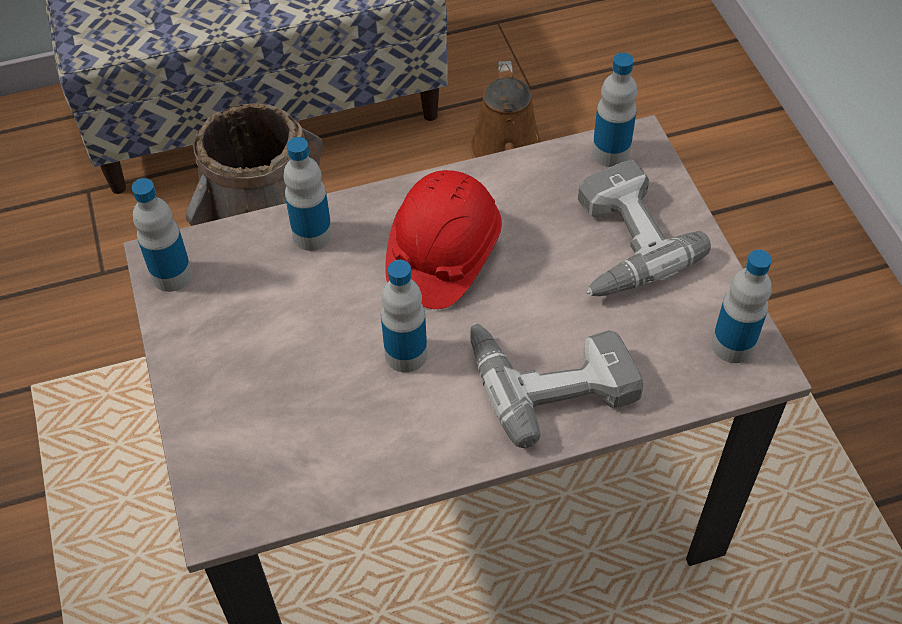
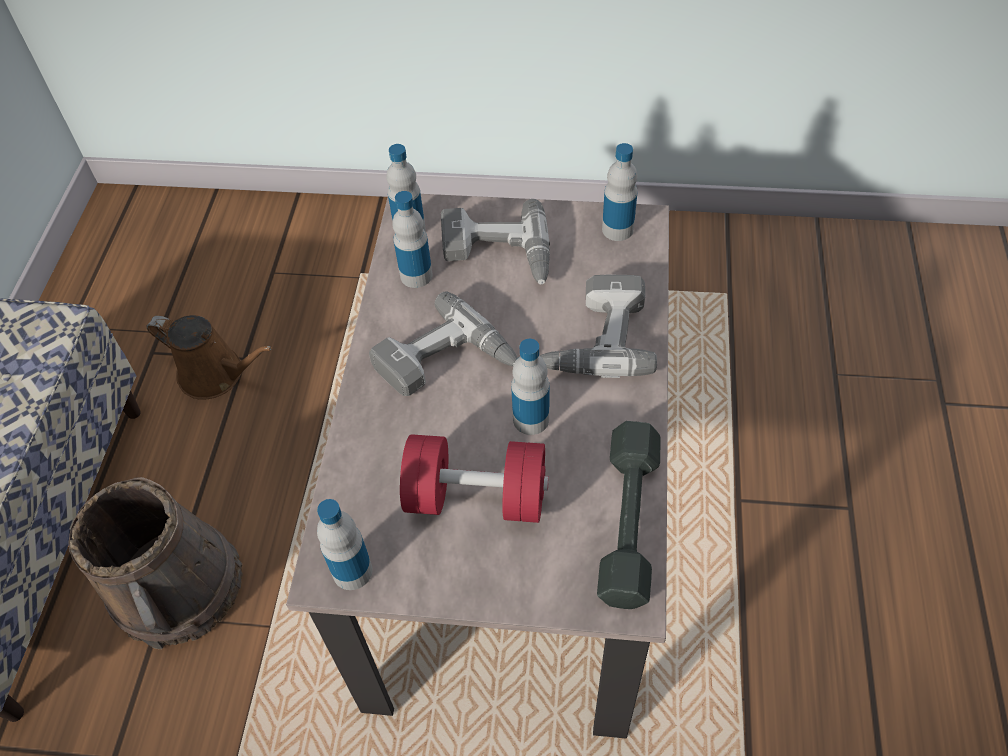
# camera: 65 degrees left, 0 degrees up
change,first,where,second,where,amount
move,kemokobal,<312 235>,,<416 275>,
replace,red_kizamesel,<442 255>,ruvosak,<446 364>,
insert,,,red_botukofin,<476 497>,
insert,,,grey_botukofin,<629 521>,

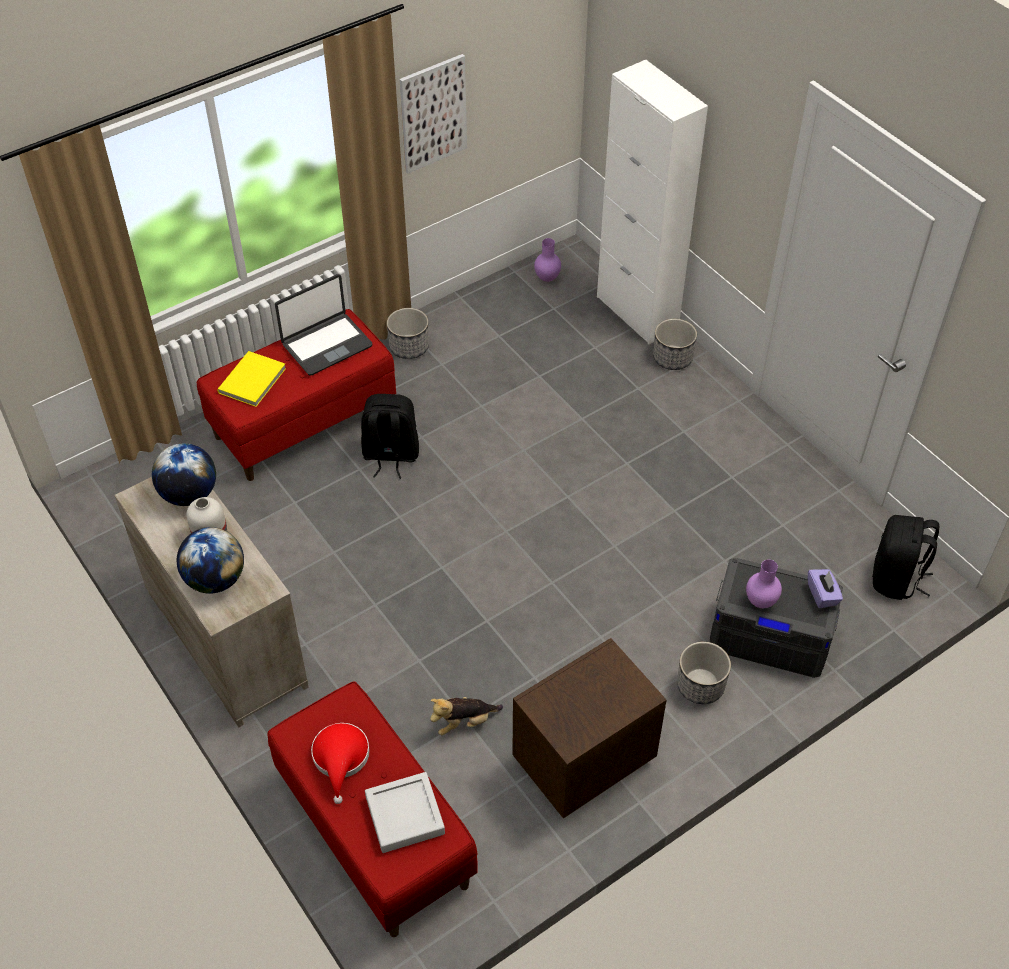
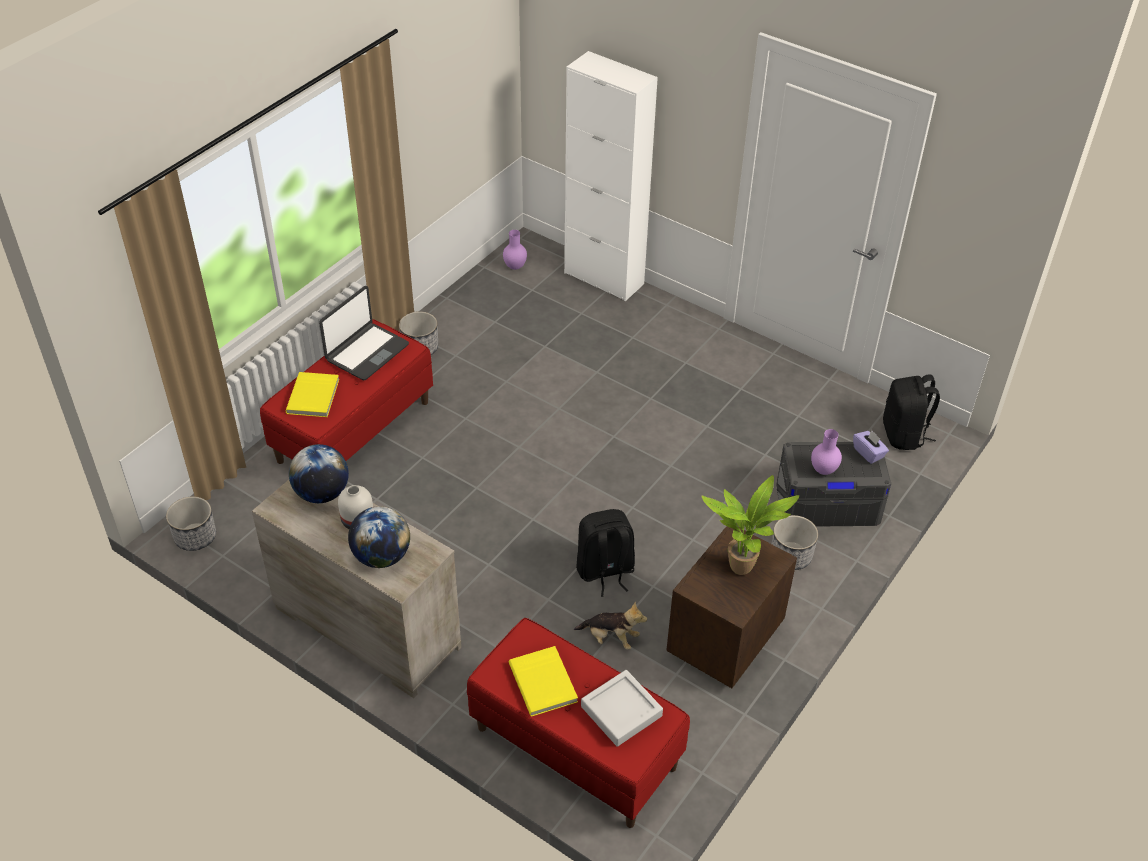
# camera: 20 degrees left, 5 degrees down
change,first,where,second,where,amount
replace,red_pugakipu,<341 759>,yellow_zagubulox,<544 682>,
move,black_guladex,<390 455>,,<605 571>,
delete,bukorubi,<433 113>,,,
rotate,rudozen,<464 722>,,<610 638>,120 degrees counterclockwise
move,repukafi,<672 358>,,<195 537>,
insert,,,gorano,<742 571>,

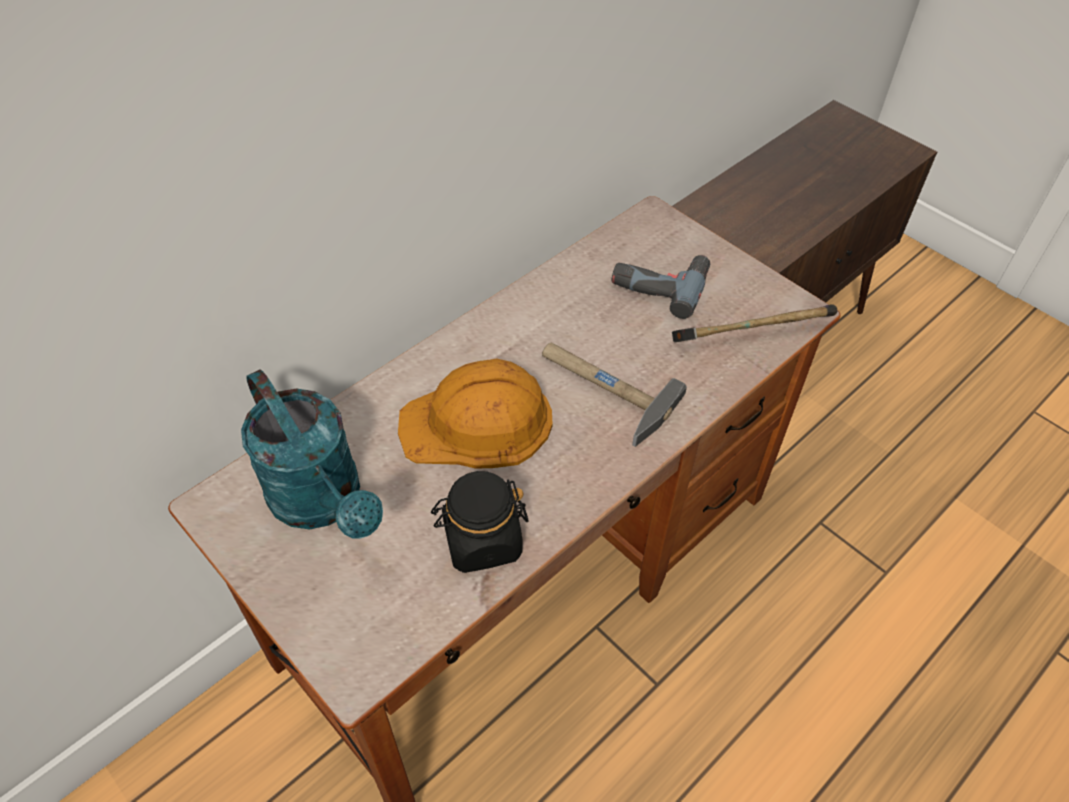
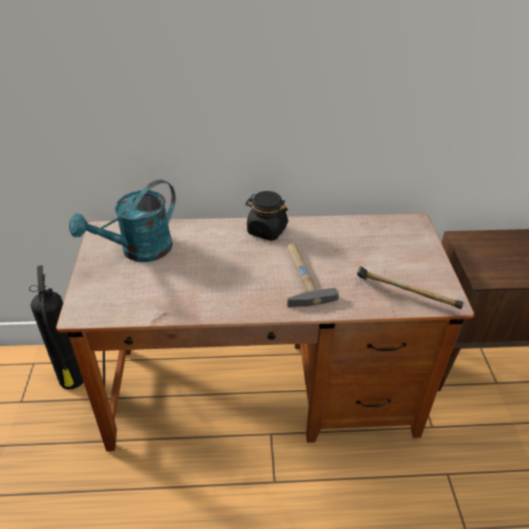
# camera: 40 degrees right, 10 degrees down
change,first,where,second,where,amount
rotate,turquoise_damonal,<323 502>,,<138 251>,45 degrees clockwise
delete,orange_kizamesel,<478 423>,,,
move,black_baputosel,<482 541>,,<266 230>,
delete,ruvosak,<660 283>,,,
insert,,,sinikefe,<72 380>,

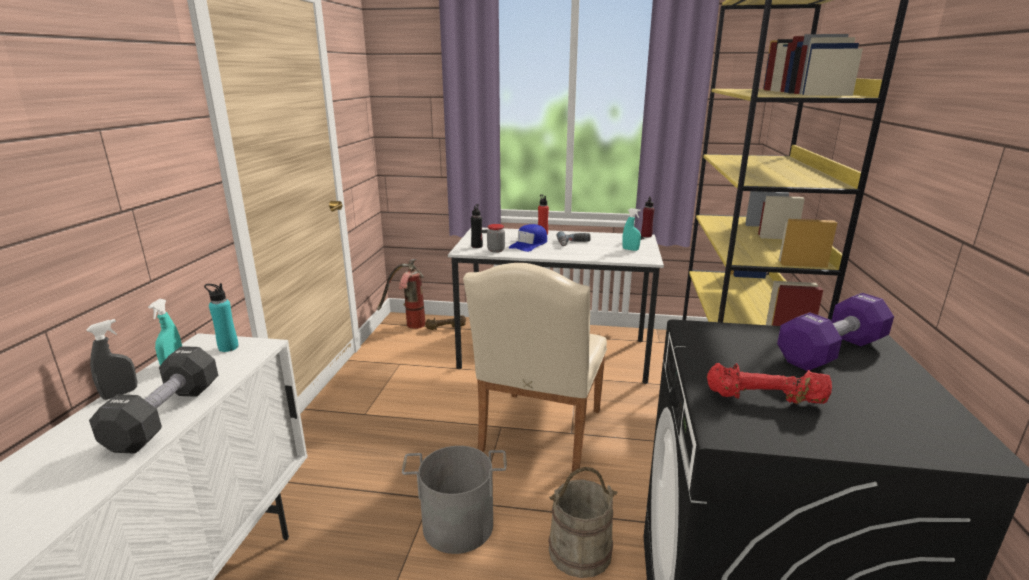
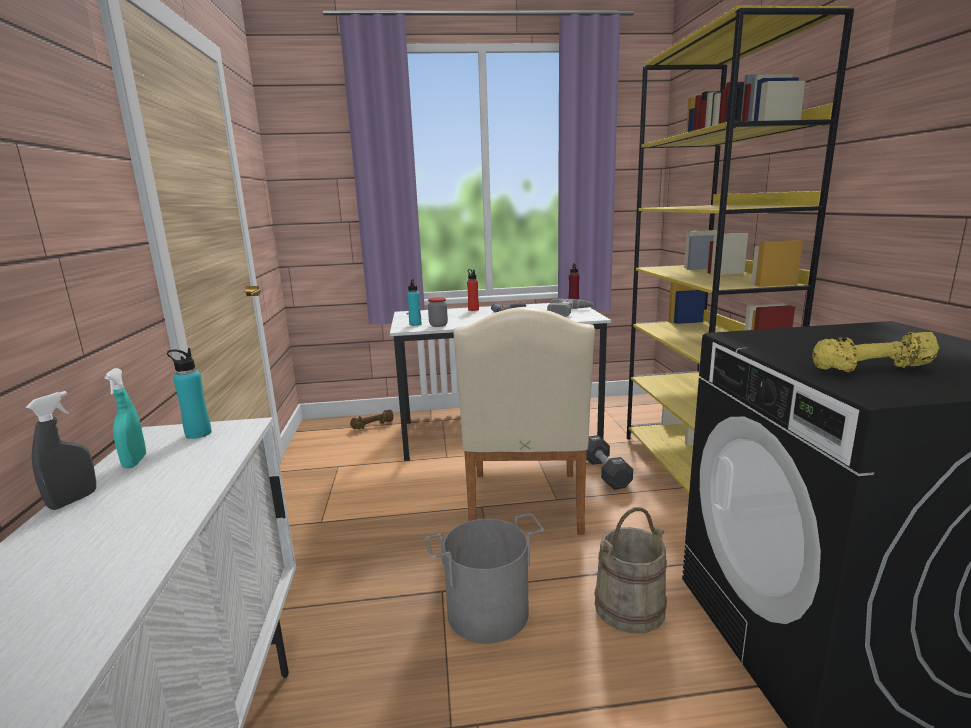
# camera: 15 degrees left, 5 degrees down
change,first,where,second,where,amount
move,black_botukofin,<165 416>,,<605 473>,
delete,sinikefe,<408 325>,,,
recolor,black_kemokobal,<477 246>,turquoise_kemokobal,<415 324>,
delete,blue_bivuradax,<529 244>,,,
replace,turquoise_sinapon,<630 249>,ruvosak,<569 312>,
recolor,red_botukofin,<765 400>,yellow_botukofin,<872 370>,
delete,purple_botukofin,<831 351>,,,

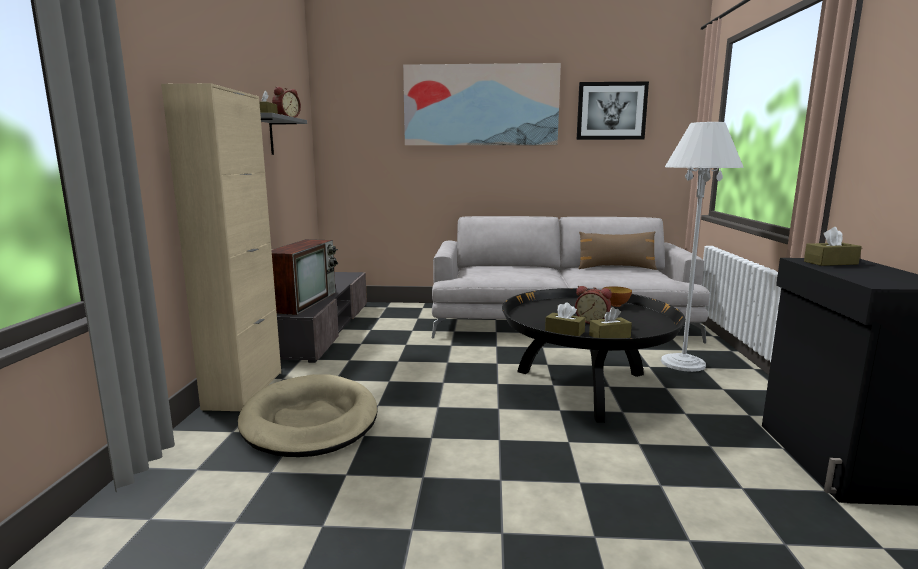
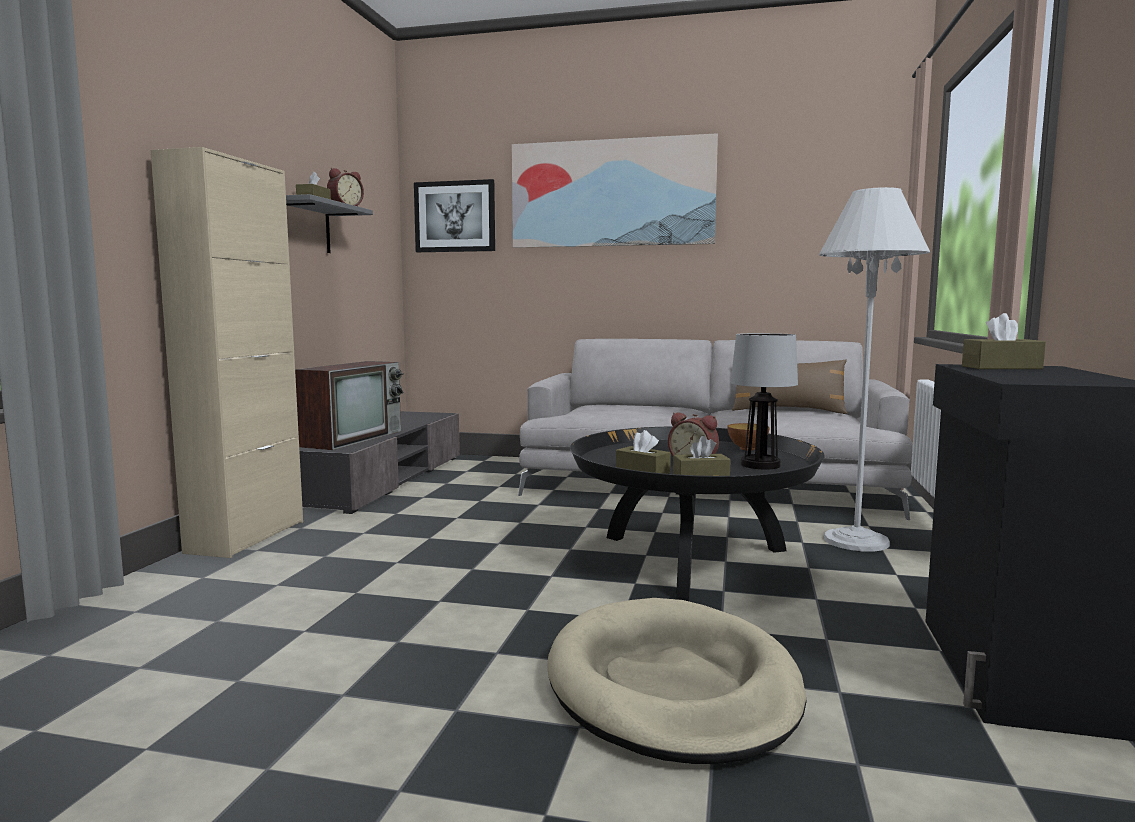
# camera: 10 degrees right, 5 degrees down
change,first,where,second,where,amount
move,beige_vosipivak,<310 421>,,<671 686>,
move,bukorubi,<611 111>,,<455 216>,
insert,,,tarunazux,<760 465>,

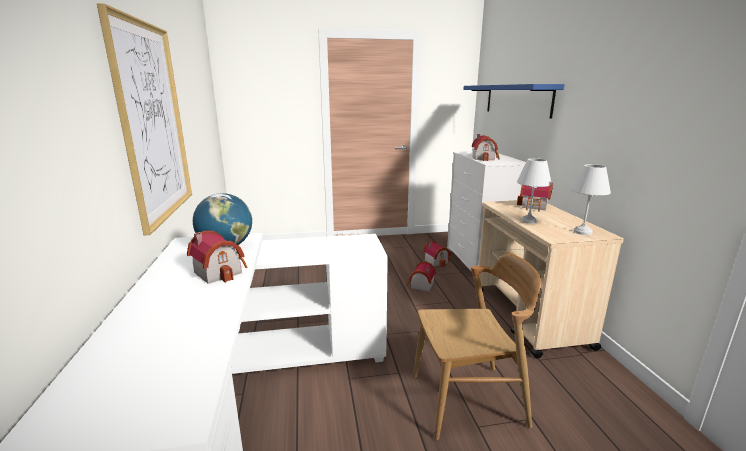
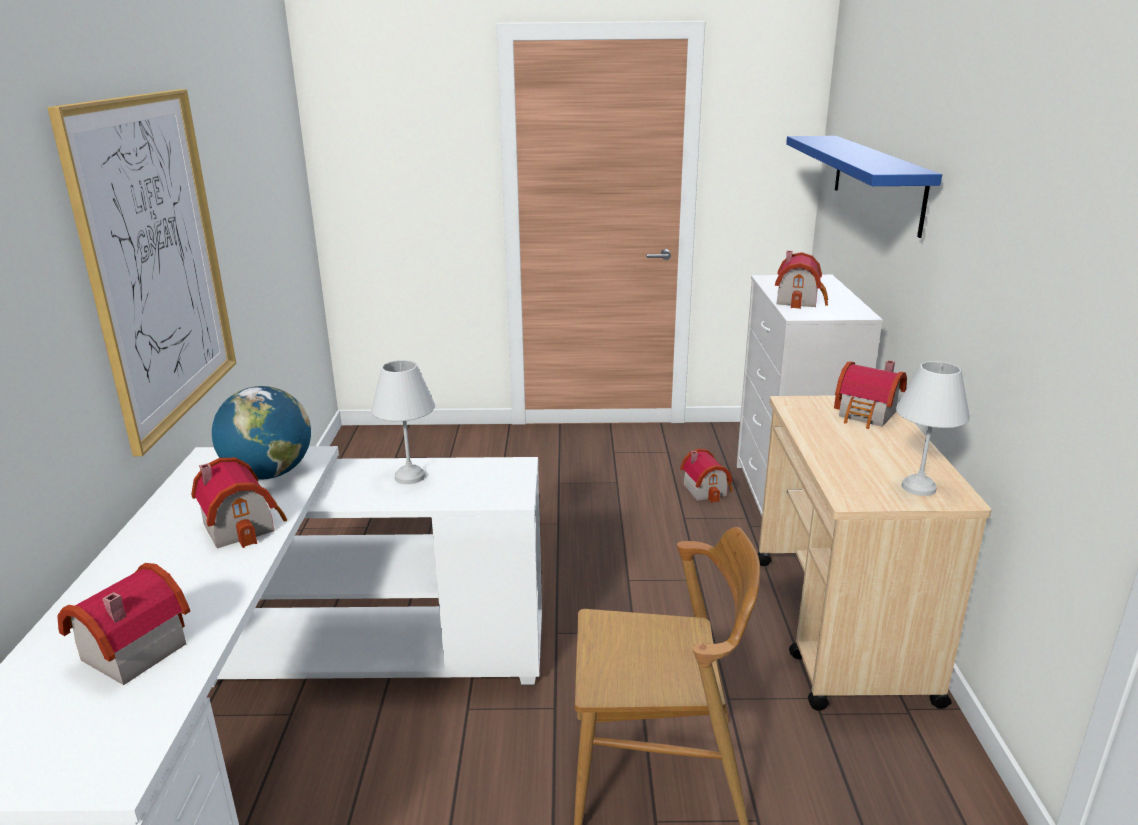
# camera: 10 degrees right, 5 degrees up
change,first,where,second,where,amount
move,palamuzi,<420 285>,,<128 651>,
move,white_tarunazux,<528 221>,,<410 476>,

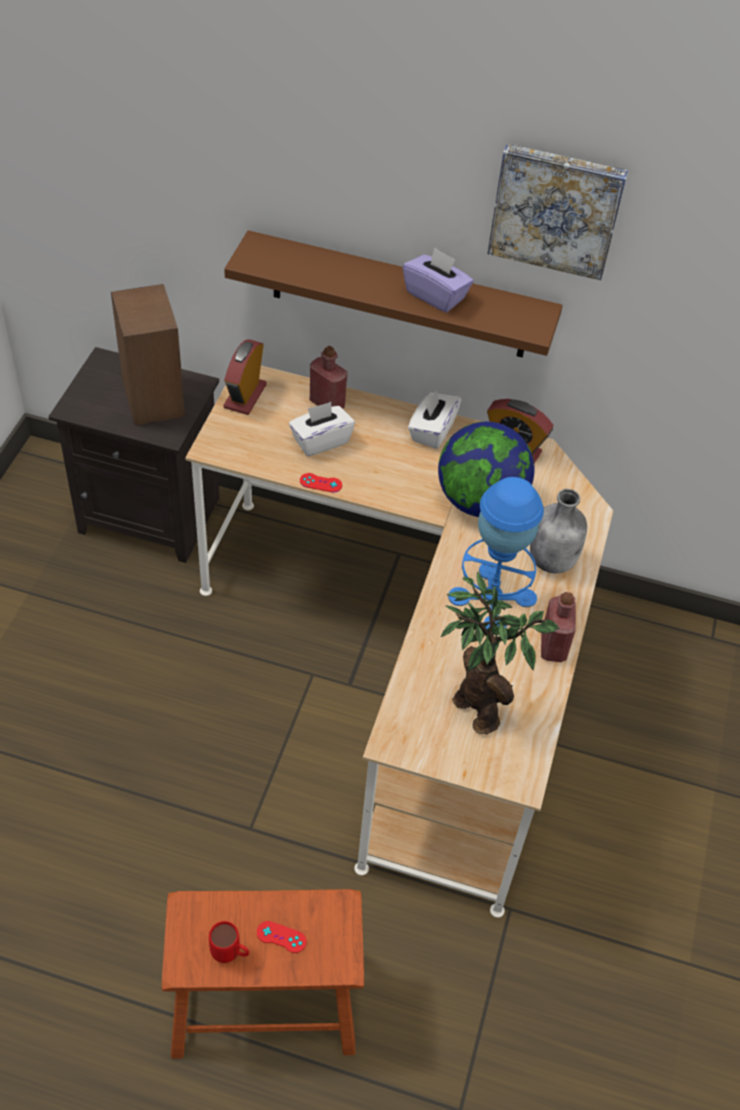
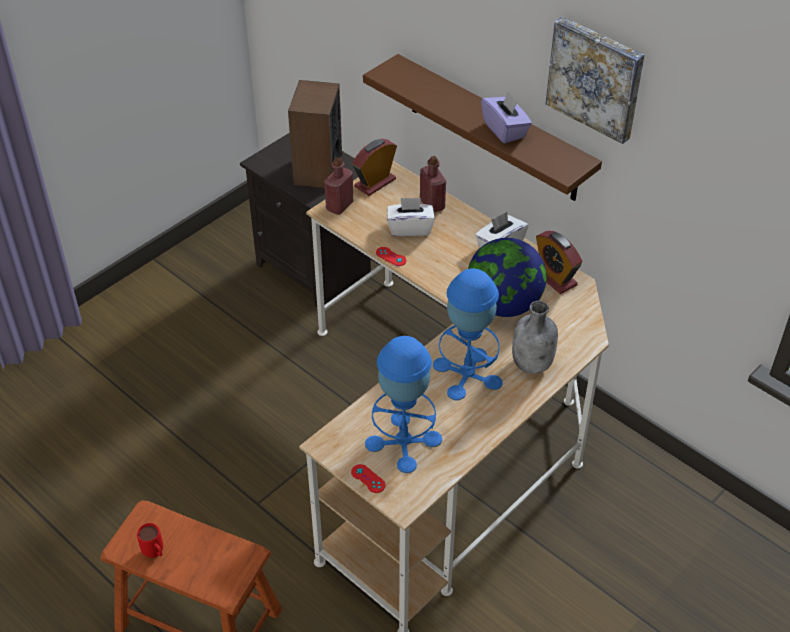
# camera: 30 degrees right, 5 degrees down
change,first,where,second,where,amount
move,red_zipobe,<281 937>,,<368 478>,
replace,gorano,<475 705>,blue_tarunazux,<403 442>,
move,red_kemokobal,<553 646>,,<339 206>,

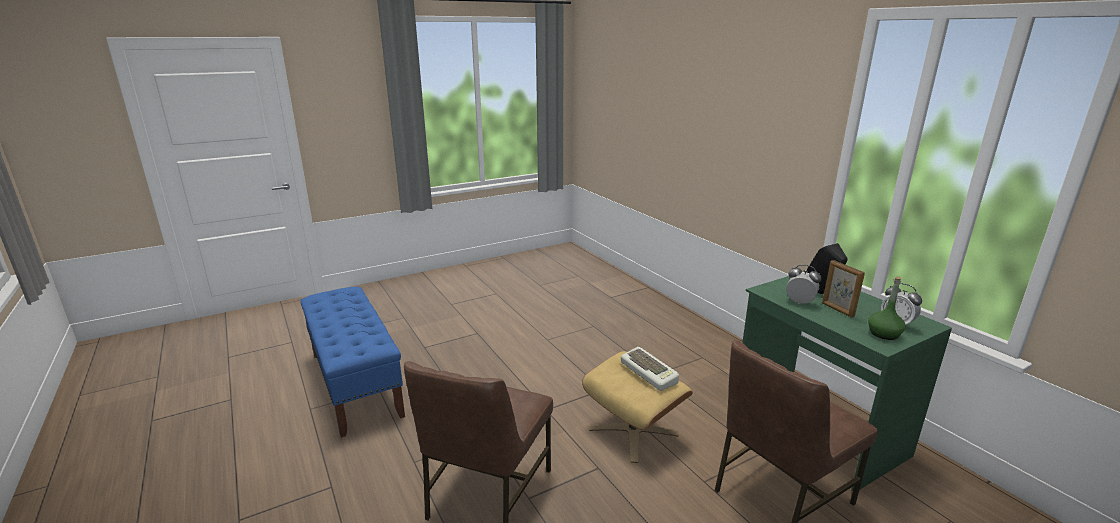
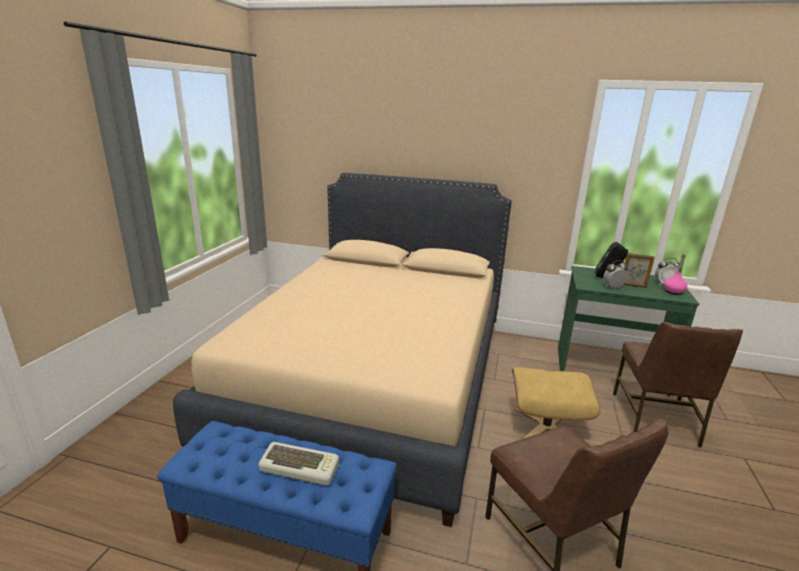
# camera: 45 degrees left, 0 degrees up
change,first,where,second,where,amount
move,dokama,<650 372>,,<301 467>,
recolor,green_kemokobal,<883 334>,pink_kemokobal,<673 292>,
insert,,,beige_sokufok,<375 382>,

